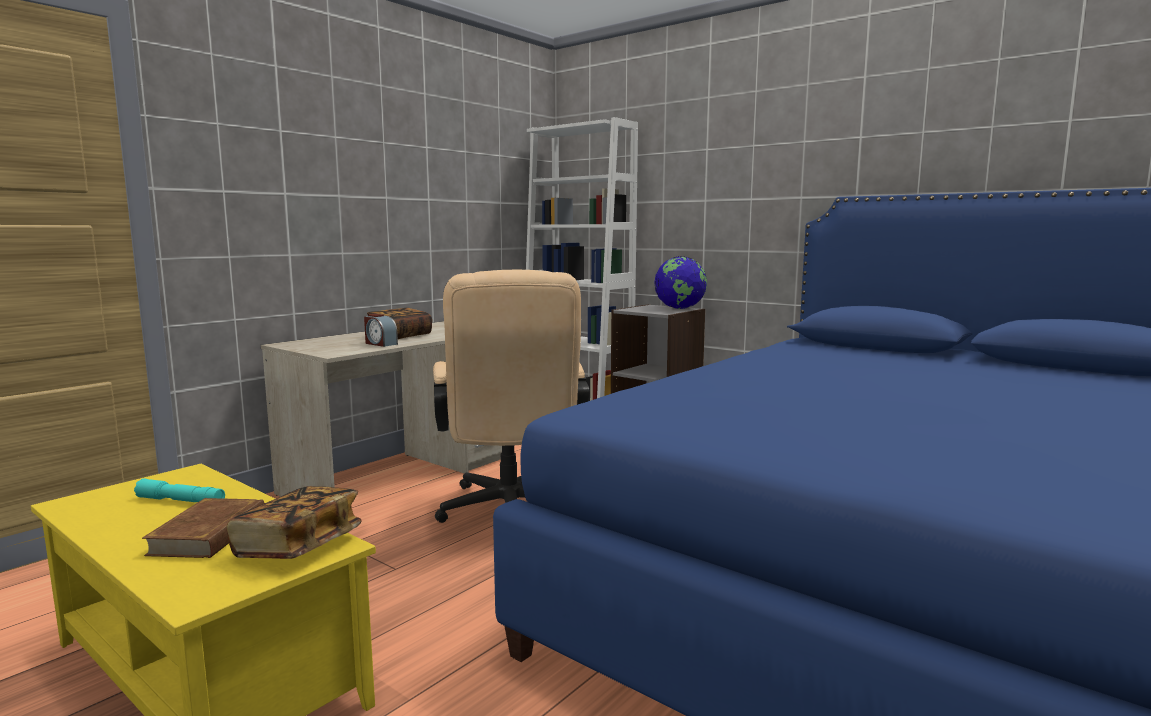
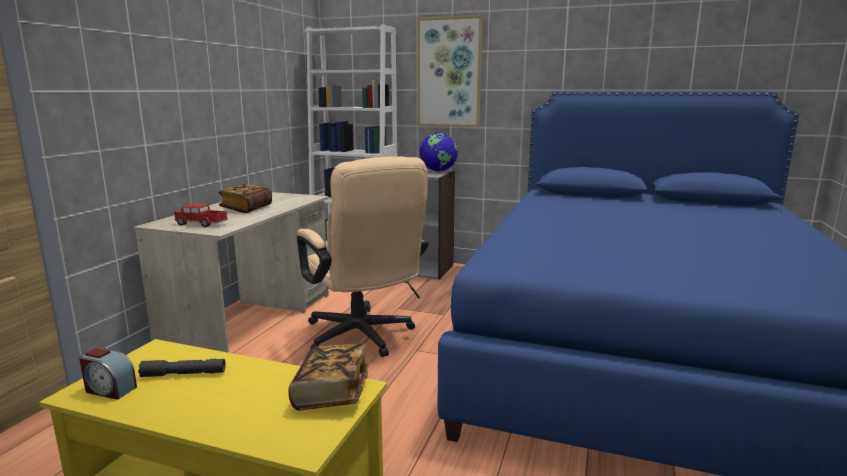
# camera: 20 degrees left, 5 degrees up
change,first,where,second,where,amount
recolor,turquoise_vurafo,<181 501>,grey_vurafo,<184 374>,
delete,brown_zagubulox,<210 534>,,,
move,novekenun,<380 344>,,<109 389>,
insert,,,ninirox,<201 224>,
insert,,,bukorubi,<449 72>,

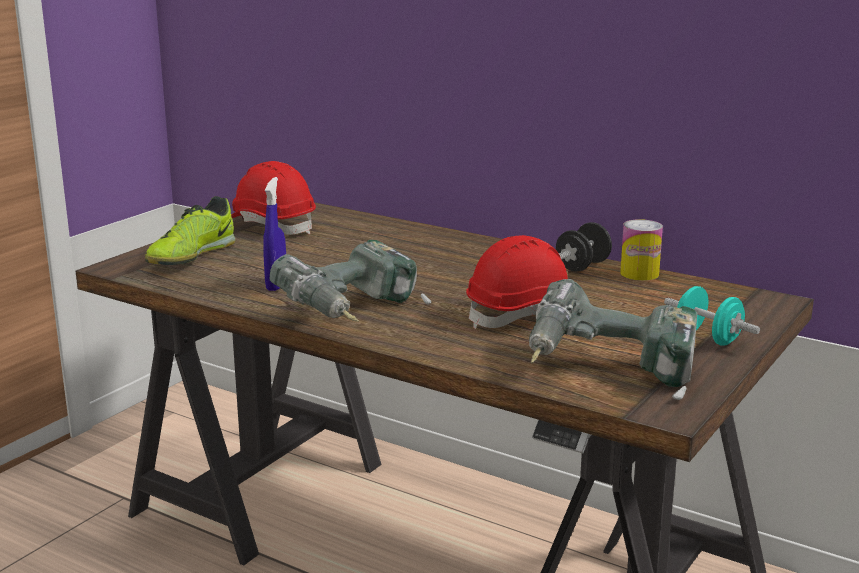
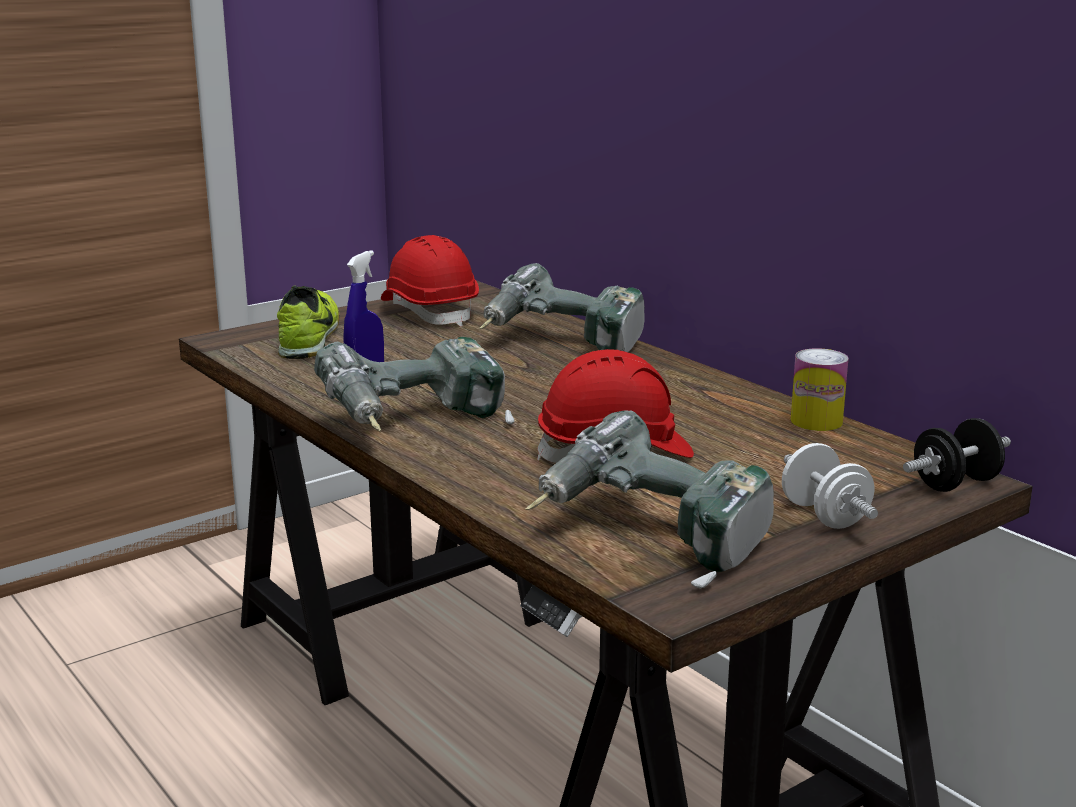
# camera: 20 degrees right, 0 degrees up
change,first,where,second,where,amount
rotate,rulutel,<191 256>,,<308 337>,135 degrees clockwise
move,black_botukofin,<582 266>,,<955 484>,
recolor,turquoise_botukofin,<707 338>,white_botukofin,<824 516>,
insert,,,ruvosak,<561 346>,

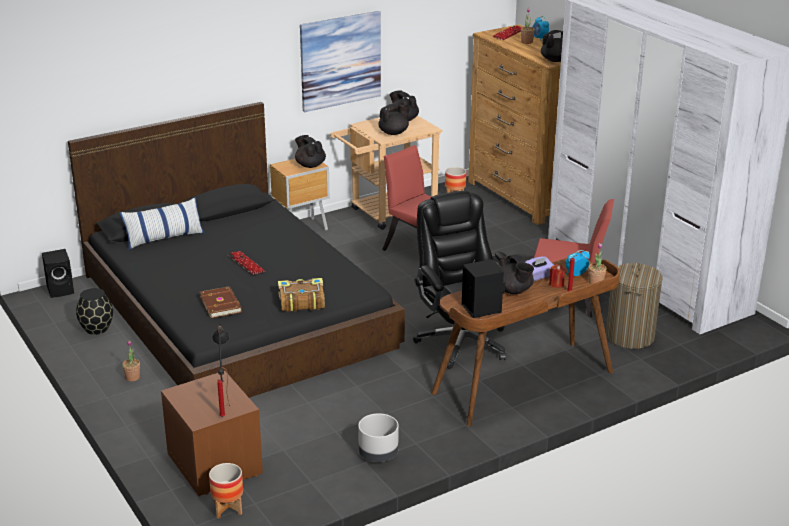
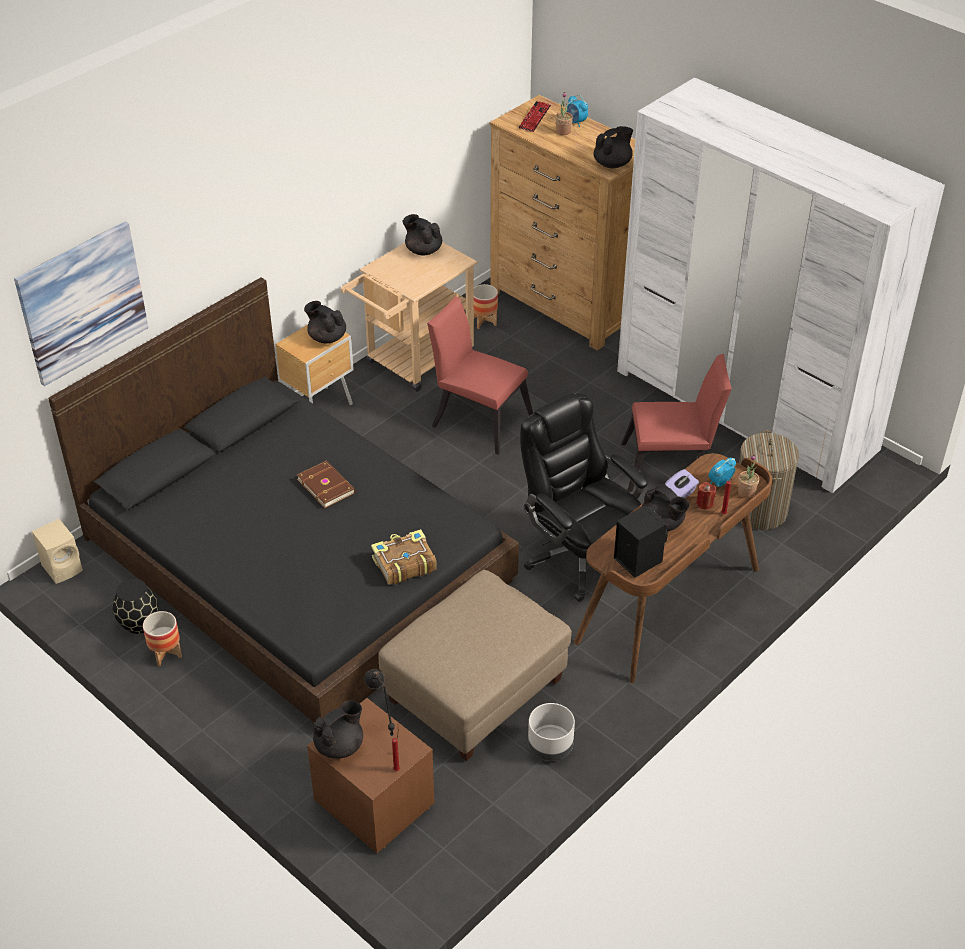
# camera: 15 degrees left, 15 degrees up
change,first,where,second,where,amount
recolor,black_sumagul,<61 290>,beige_sumagul,<63 567>,
delete,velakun,<164 238>,,,
delete,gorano,<132 377>,,,
move,brown_zagubulox,<221 304>,,<326 485>,
move,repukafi,<228 508>,,<165 653>,
delete,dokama,<246 264>,,,
move,bukorubi,<340 60>,,<82 302>,
move,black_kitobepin,<394 133>,,<340 745>,
insert,,,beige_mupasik,<475 690>,

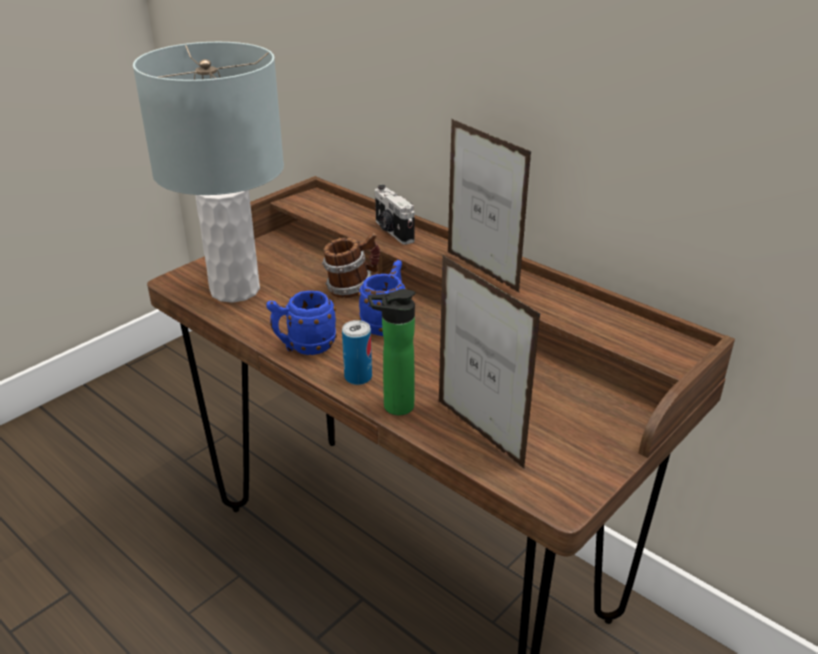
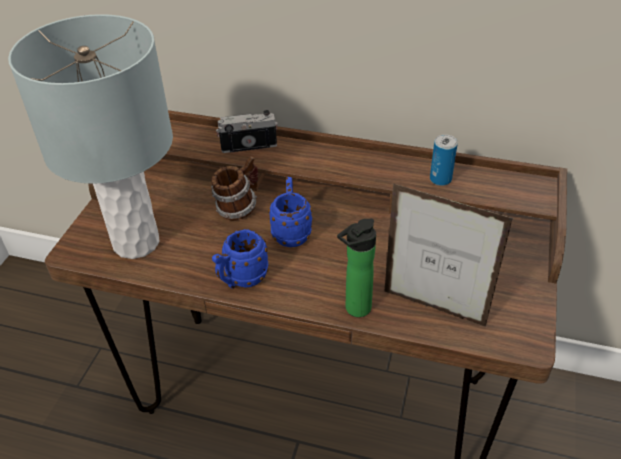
# camera: 25 degrees left, 10 degrees up
change,first,where,second,where,amount
move,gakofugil,<358 377>,,<440 179>,
rotate,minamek,<392 231>,,<248 145>,135 degrees clockwise
delete,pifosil,<482 271>,,,

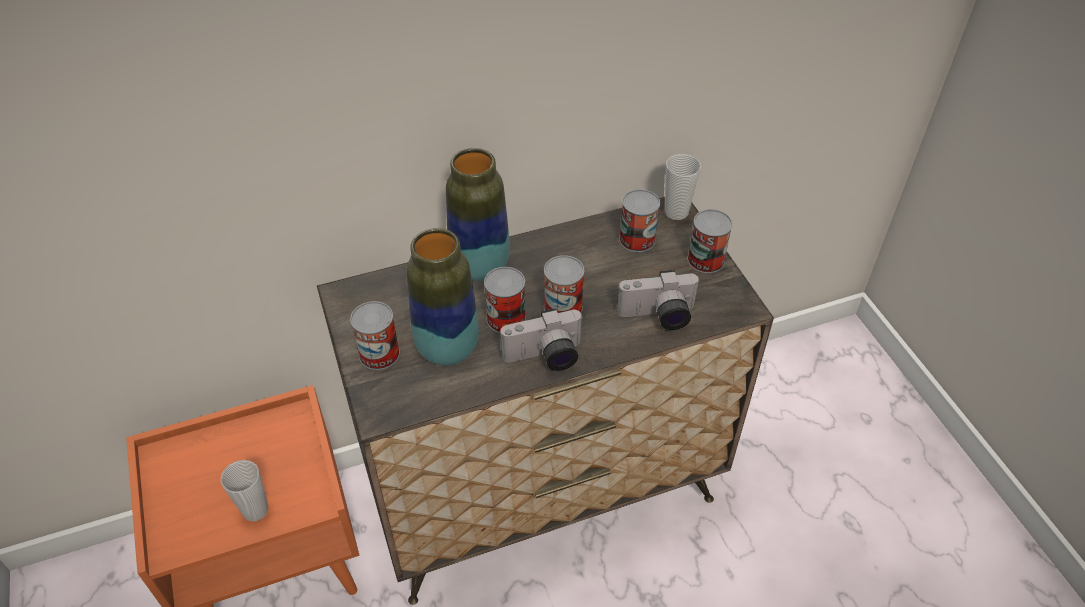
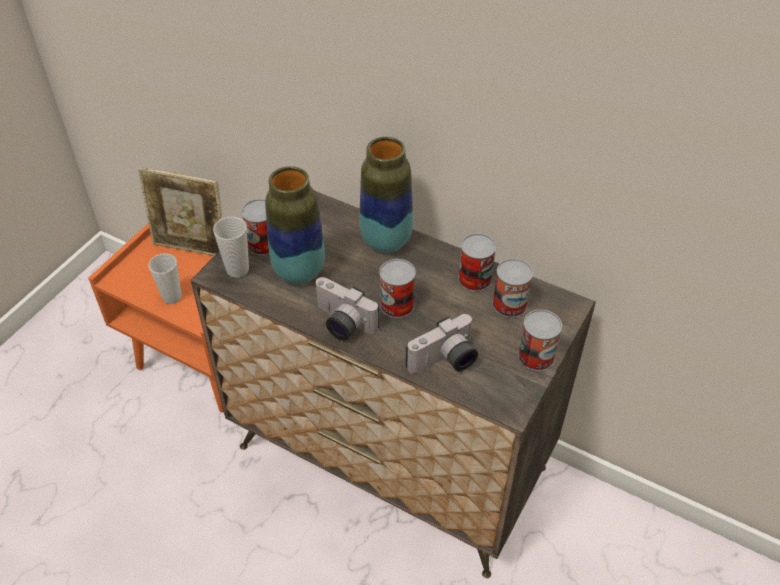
# camera: 50 degrees right, 0 degrees up
change,first,where,second,where,amount
move,gakofugil,<506 318>,,<475 278>,
rotate,minamek,<658 317>,,<445 362>,75 degrees counterclockwise
move,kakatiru,<676 212>,,<237 269>,
insert,,,pifosil,<192 248>,

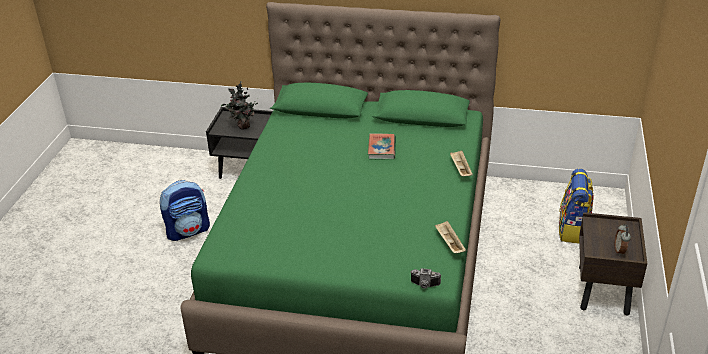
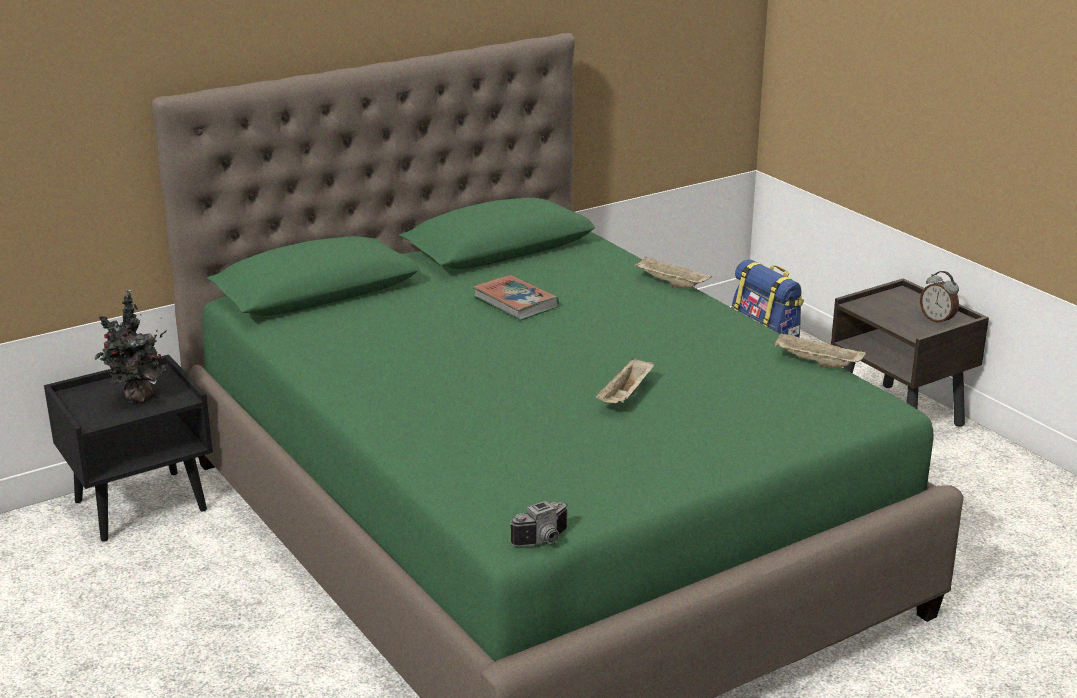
# camera: 45 degrees left, 10 degrees down
change,first,where,second,where,amount
delete,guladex,<188 231>,,,
move,minamek,<424 285>,,<544 541>,
insert,,,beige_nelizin,<625 397>,

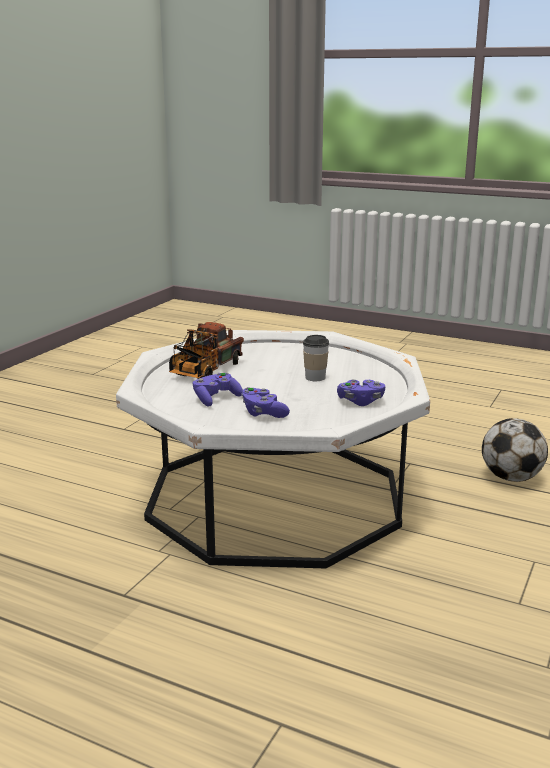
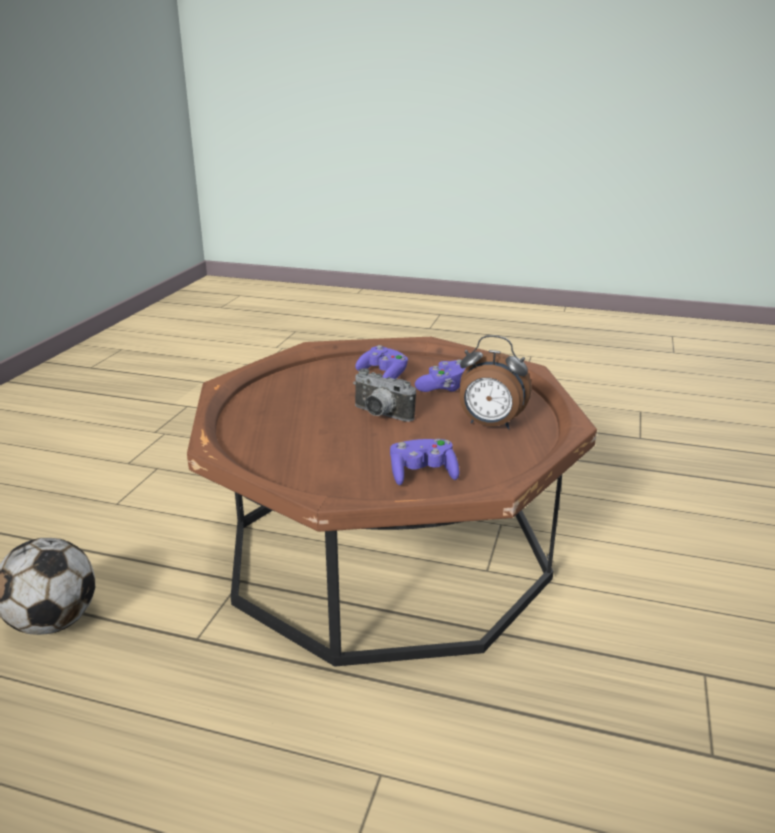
# camera: 170 degrees right, 5 degrees up
change,first,where,second,where,amount
recolor,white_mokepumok,<274 497>,brown_mokepumok,<387 552>,
replace,ninirox,<203 372>,novekenun,<490 425>,
delete,kakatiru,<315 377>,,,
move,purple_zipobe,<360 401>,,<422 474>,
insert,,,minamek,<380 415>,

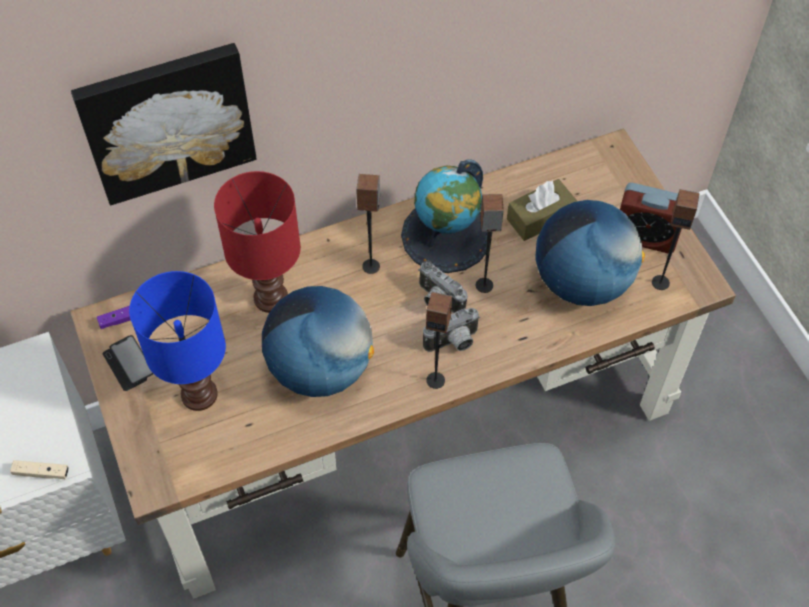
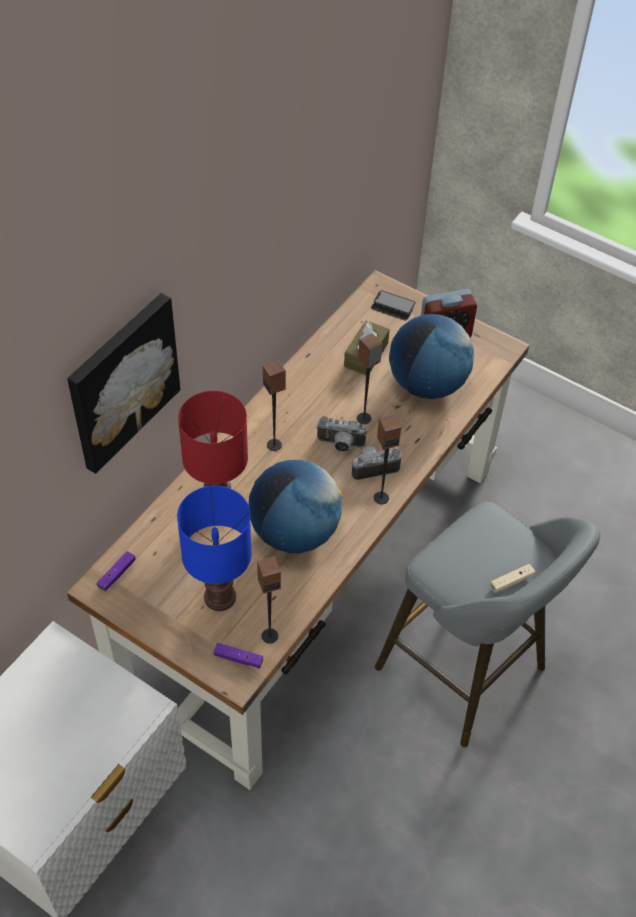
# camera: 35 degrees left, 5 degrees down
change,first,where,second,where,amount
move,beige_zipobe,<41 473>,,<511 581>,
move,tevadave,<128 364>,,<393 306>,
delete,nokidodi,<446 236>,,,
rotate,minamek,<453 343>,,<373 467>,135 degrees counterclockwise
move,sumagul,<660 282>,,<269 635>,
insert,,,purple_zipobe,<238 658>,

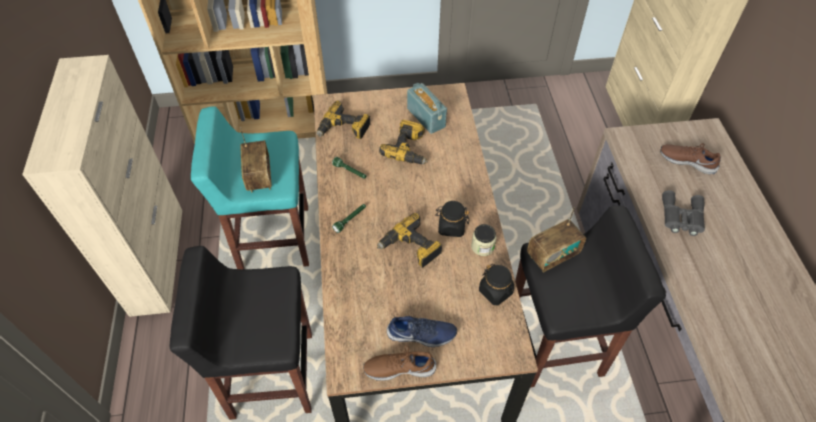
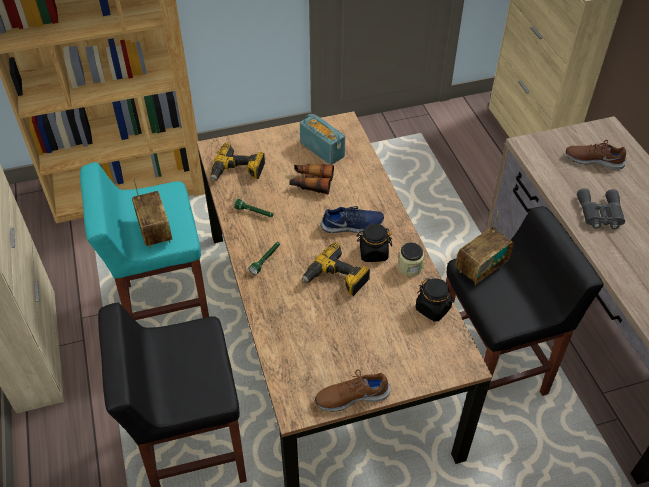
# camera: 10 degrees left, 5 degrees down
change,first,where,second,where,amount
replace,ruvosak,<409 149>,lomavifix,<311 183>,
move,blue_rulutel,<421 335>,,<352 226>,

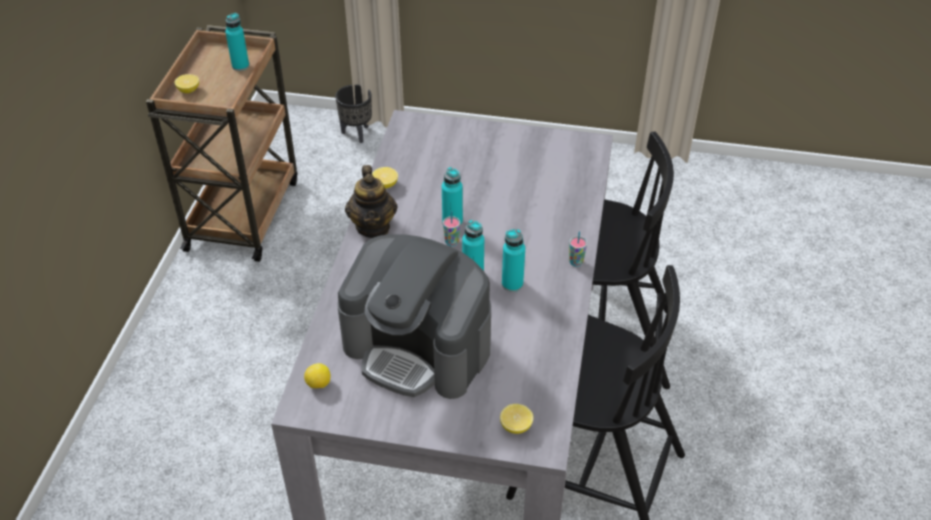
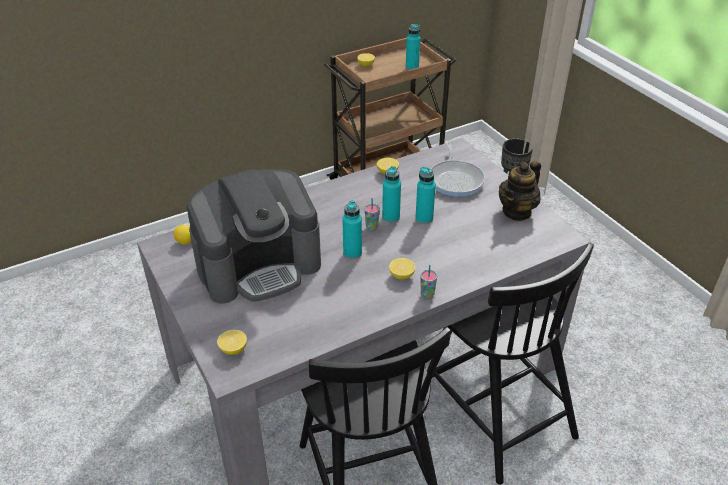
# camera: 50 degrees right, 5 degrees down
change,first,where,second,where,amount
rotate,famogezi,<418 347>,,<259 265>,105 degrees counterclockwise
move,kitobepin,<373 226>,,<517 211>,
move,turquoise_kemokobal,<512 284>,,<424 218>,
insert,,,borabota,<401 275>,
insert,,,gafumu,<455 179>,

